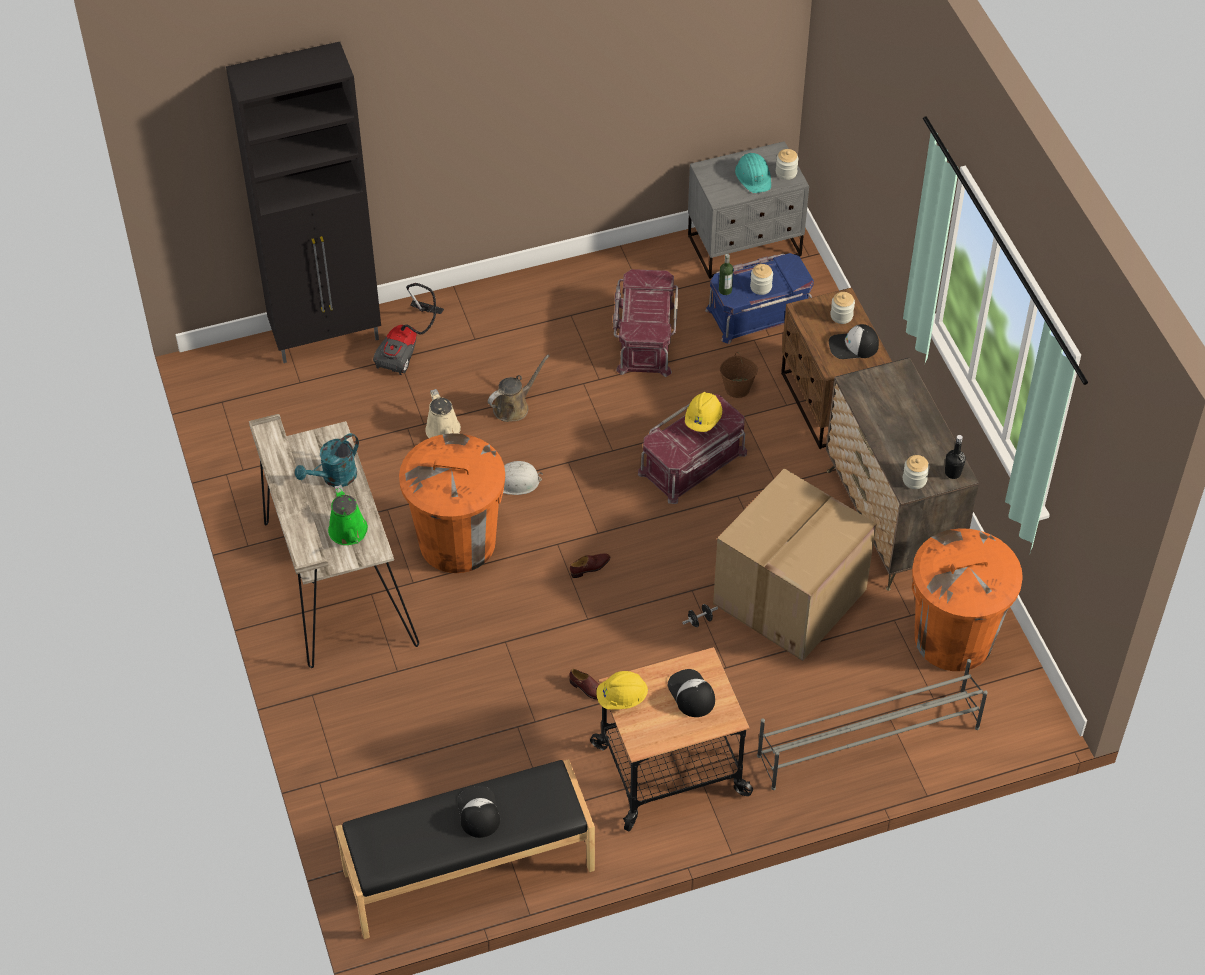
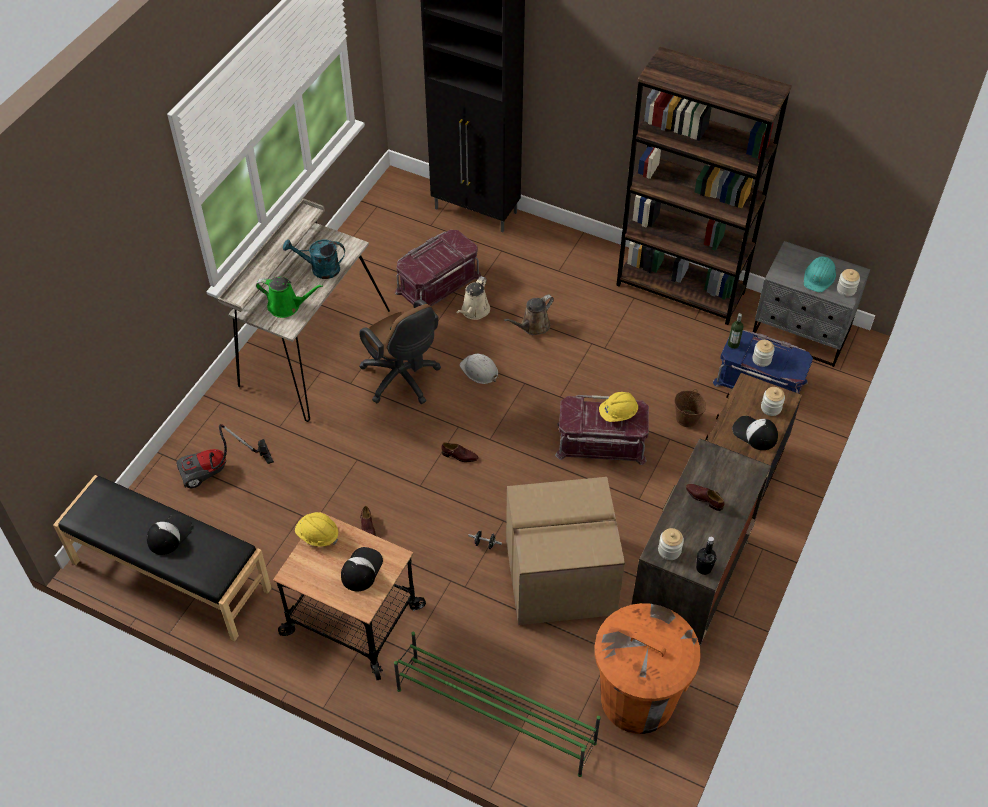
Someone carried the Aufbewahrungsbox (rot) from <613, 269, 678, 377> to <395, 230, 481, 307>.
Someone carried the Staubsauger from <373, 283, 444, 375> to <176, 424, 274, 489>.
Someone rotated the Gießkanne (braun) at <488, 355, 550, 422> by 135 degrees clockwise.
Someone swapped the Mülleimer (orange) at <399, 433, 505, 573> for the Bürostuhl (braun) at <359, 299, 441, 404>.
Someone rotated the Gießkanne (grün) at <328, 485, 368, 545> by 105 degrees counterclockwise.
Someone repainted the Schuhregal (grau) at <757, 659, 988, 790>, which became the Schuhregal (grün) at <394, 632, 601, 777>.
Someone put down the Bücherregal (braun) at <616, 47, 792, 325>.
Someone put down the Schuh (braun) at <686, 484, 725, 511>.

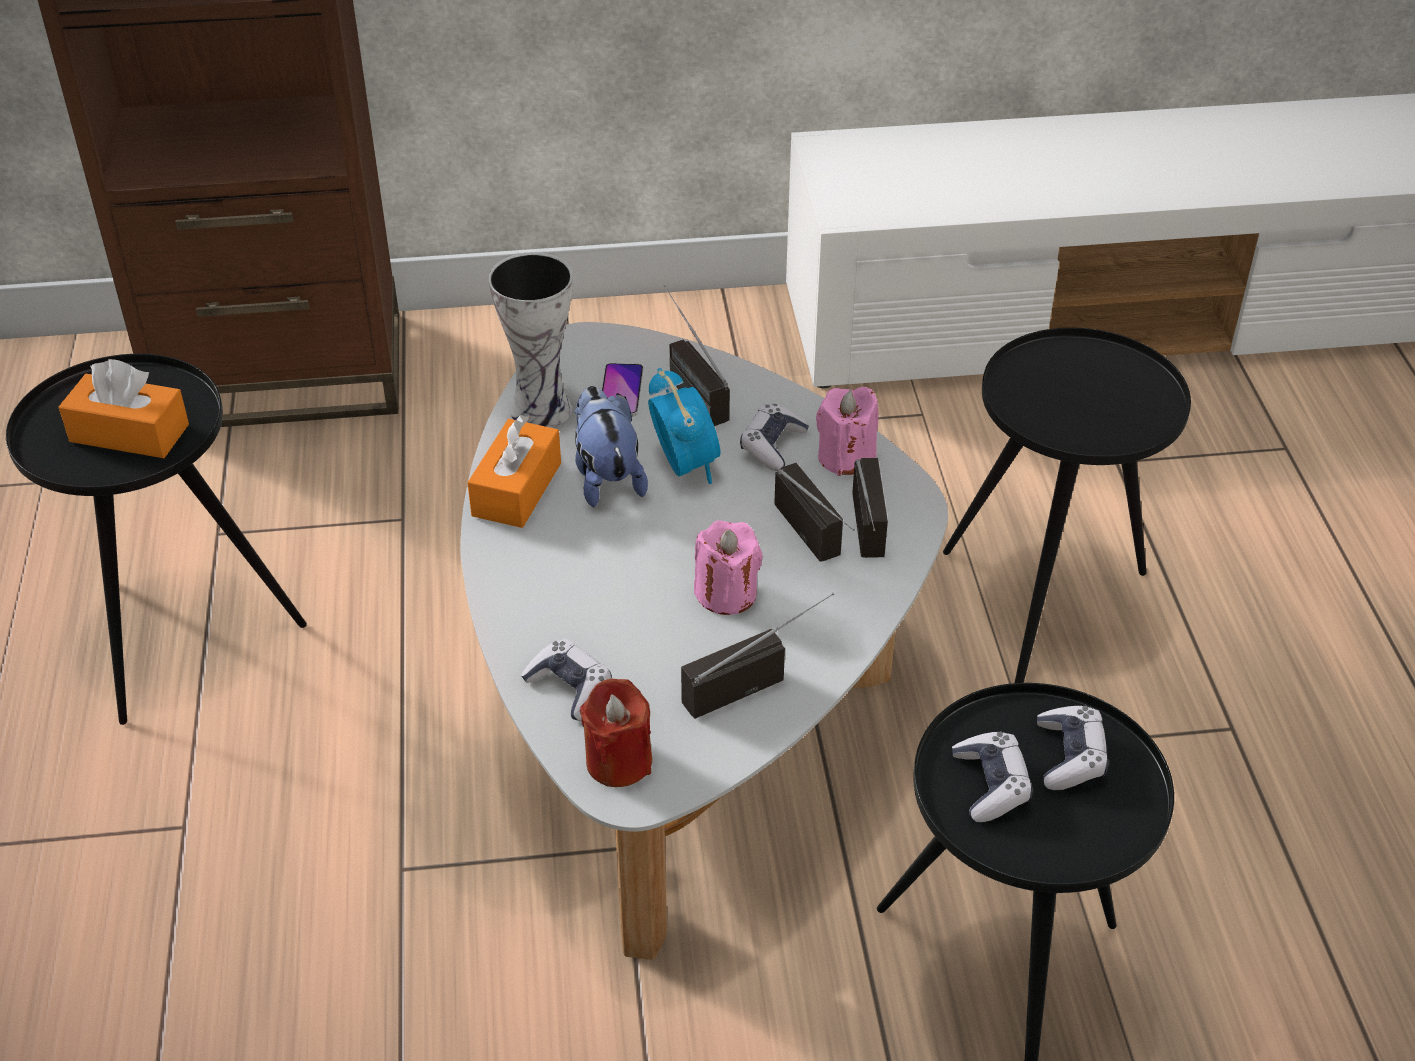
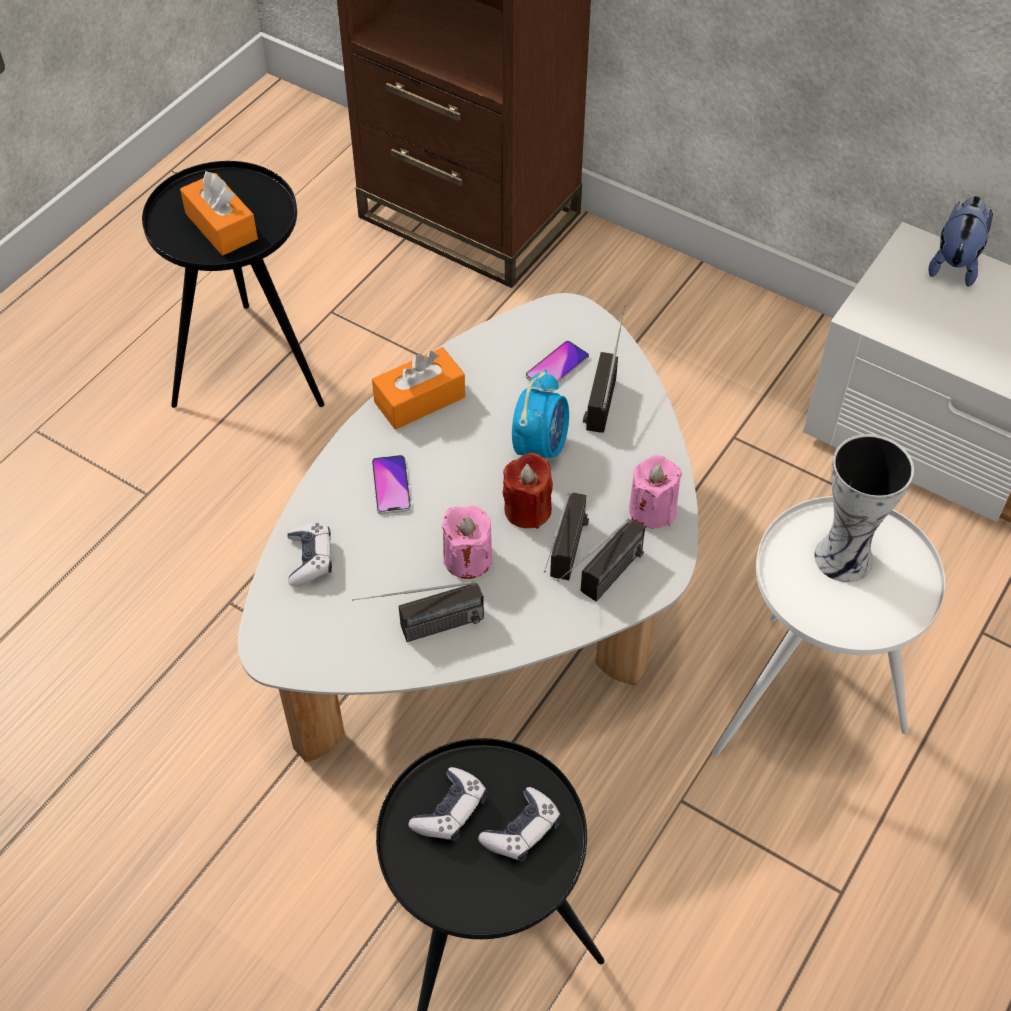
Someone carried the Vase from <488, 252, 573, 428> to <814, 434, 914, 582>.
Someone repainted the Beistelltisch (schwarz) at <943, 328, 1191, 683>, which became the Beistelltisch (weiß) at <712, 496, 946, 756>.
Someone carried the Plüschtier from <574, 386, 648, 507> to <929, 196, 993, 287>.
Someone took away the Gamepad at <740, 404, 809, 471>.
Someone rotated the Radio at <681, 593, 834, 719> by 150 degrees clockwise.
Someone carried the Kerze (rot) from <580, 679, 652, 787> to <503, 453, 553, 529>.
Someone put down the Handy at <372, 455, 411, 514>.

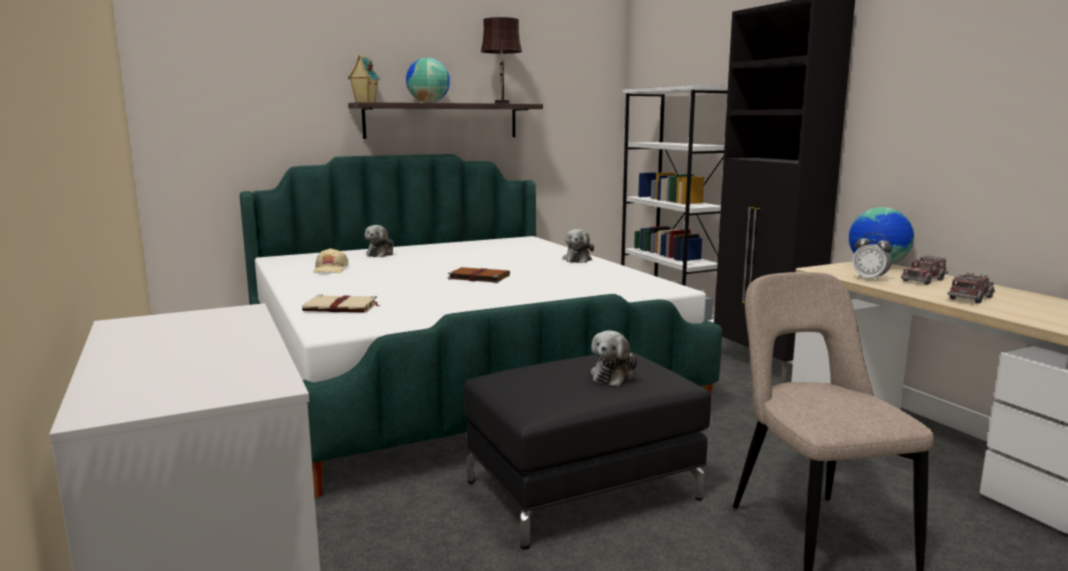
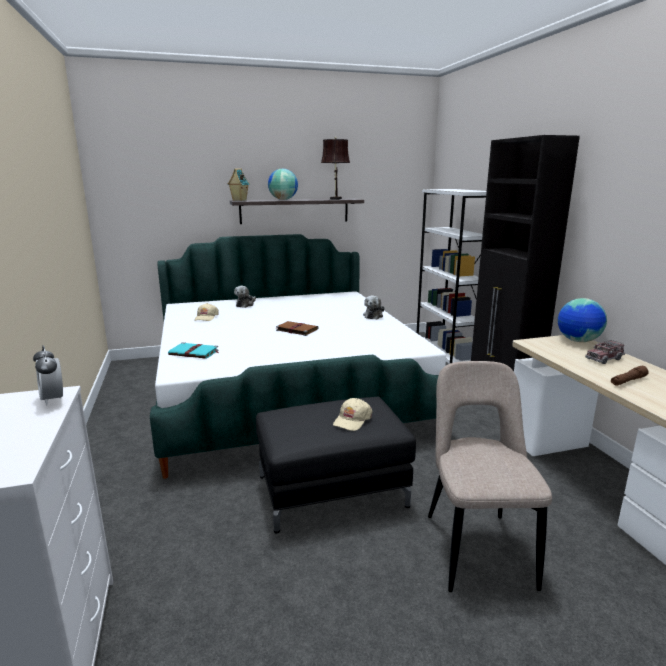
Someone carried the Wecker from <852, 233, 892, 281> to <33, 345, 63, 406>.
Someone swapped the Spielzeuglaster at <947, 272, 995, 304> for the Taschenlampe (braun) at <611, 366, 649, 386>.
Someone repainted the Buch (beige) at <302, 295, 380, 313>, which became the Buch (türkis) at <168, 342, 219, 359>.
Someone swapped the Plüschtier at <591, 330, 638, 387> for the Kappe (beige) at <333, 398, 373, 431>.

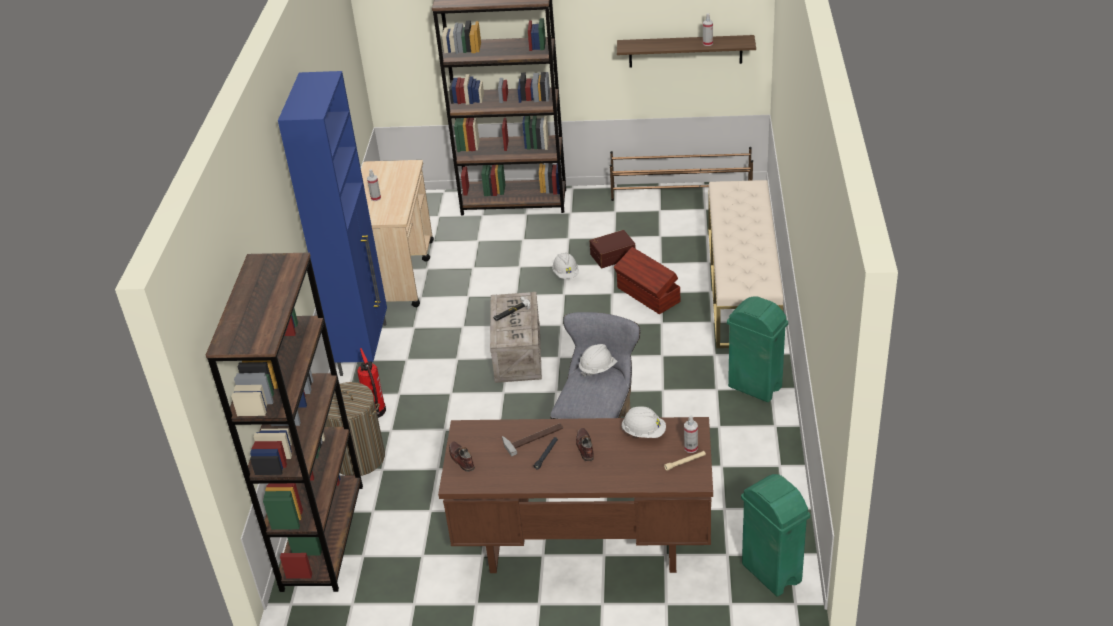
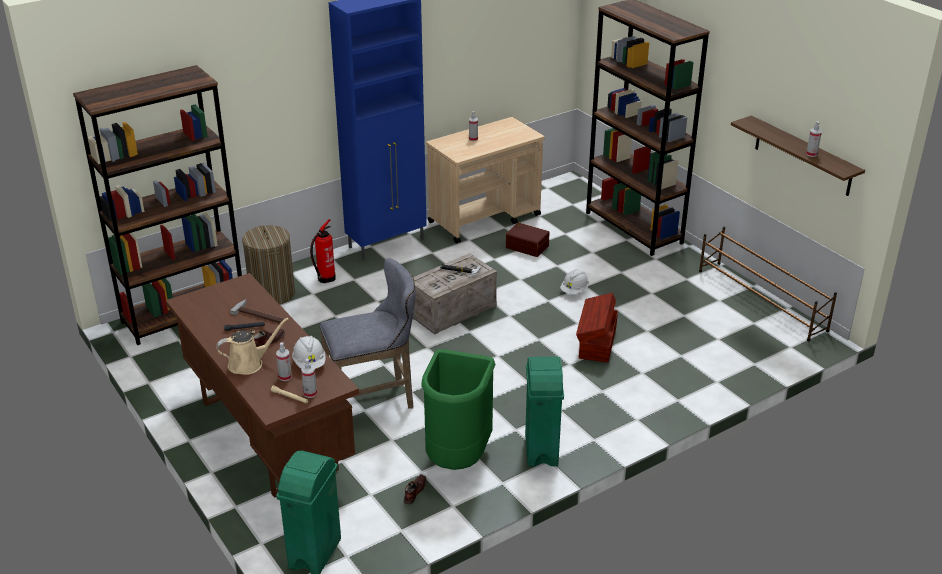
Someone took away the Bank (beige) at <708, 180, 783, 348>.
Someone carried the Aufbewahrungsbox (braun) from <590, 230, 636, 268> to <506, 222, 550, 257>.
Someone took away the Schutzhelm (weiß) at <579, 344, 618, 377>.
Someone carried the Schuh (braun) from <449, 442, 475, 472> to <404, 475, 427, 505>.
Someone put down the Gießkanne (beige) at <216, 318, 288, 375>.
Someone put down the Sprühflasche at <276, 342, 292, 381>.
Someone put down the Mülleimer (grün) at <421, 349, 496, 470>.

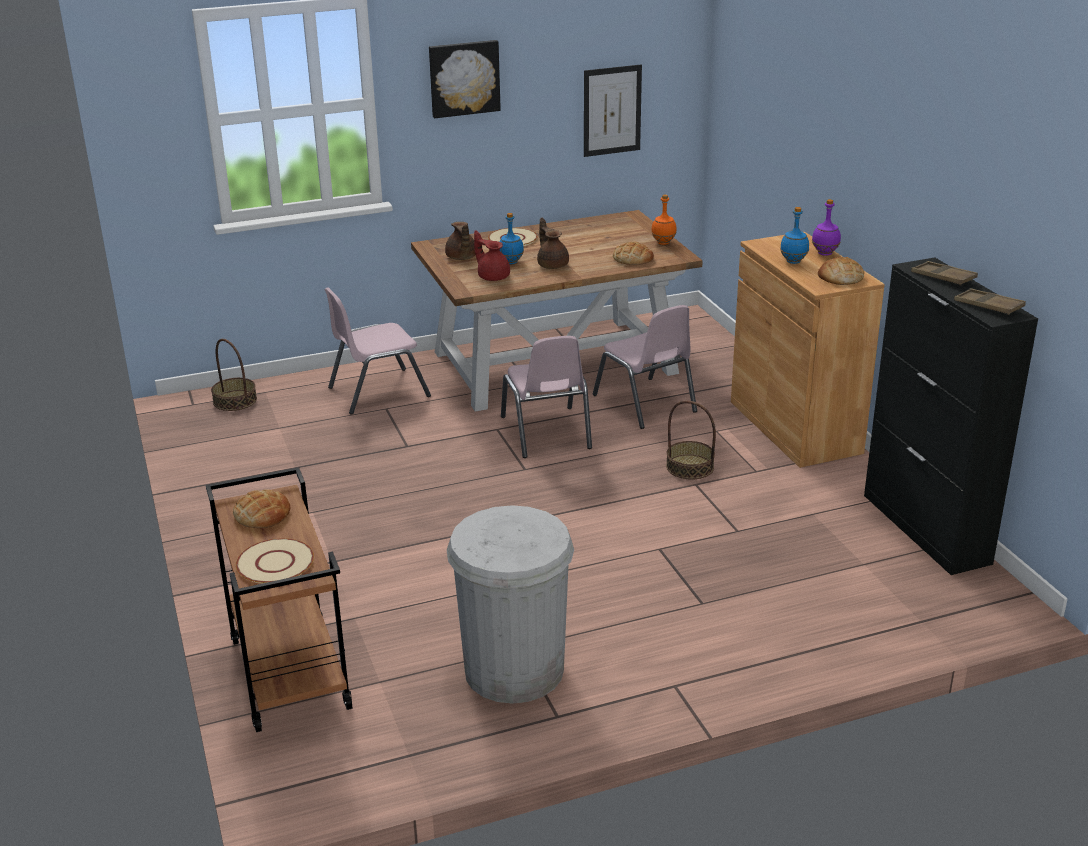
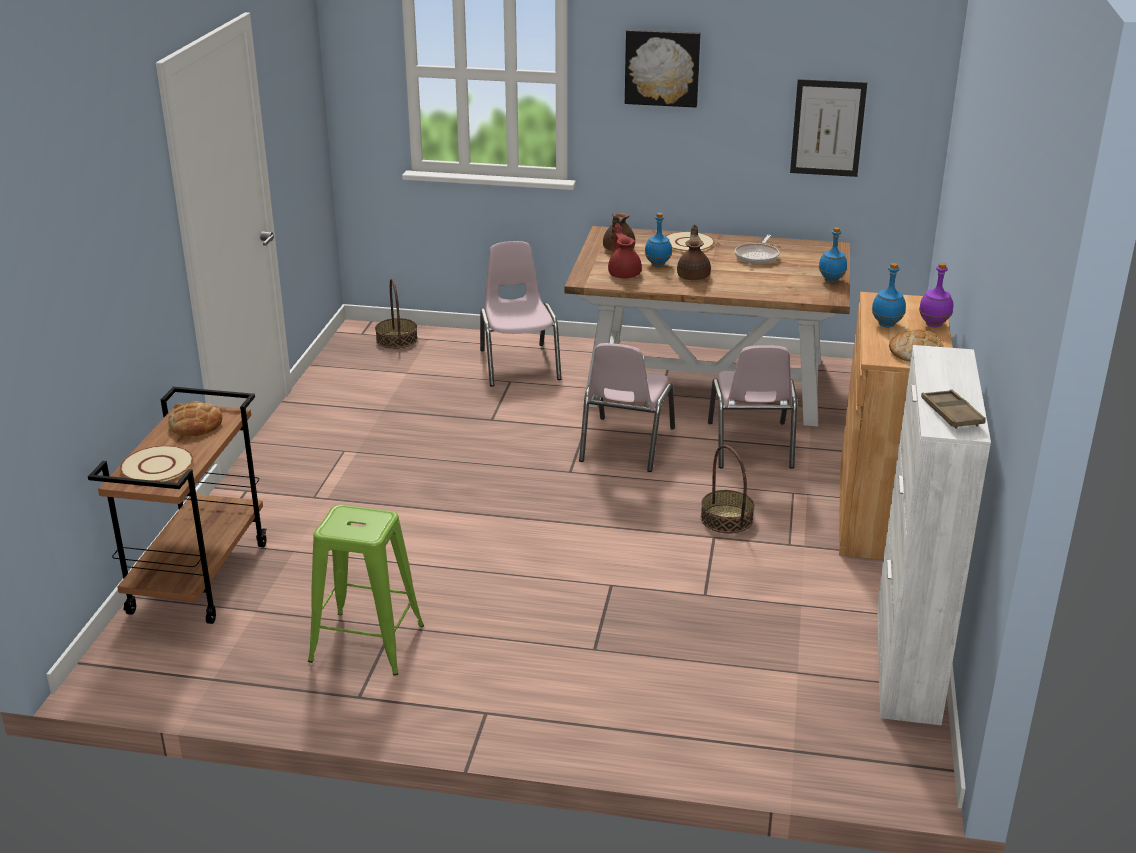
Someone repainted the Flasche (orange) at <651, 195, 677, 245>, which became the Flasche (blau) at <819, 227, 847, 283>.
Someone took away the Brot at <613, 242, 654, 265>.
Someone repainted the Schrank (schwarz) at <864, 258, 1038, 575>, which became the Schrank (weiß) at <877, 345, 991, 725>.
Someone took away the Tablett (braun) at <911, 261, 978, 286>.
Someone rotated the Stuhl (rosa) at <325, 287, 431, 415> by 75 degrees clockwise.
Someone swapped the Mülleimer (weiß) at <447, 505, 574, 704> for the Hocker (grün) at <308, 504, 424, 676>.
Someone put down the Pfanne at <735, 235, 780, 264>.

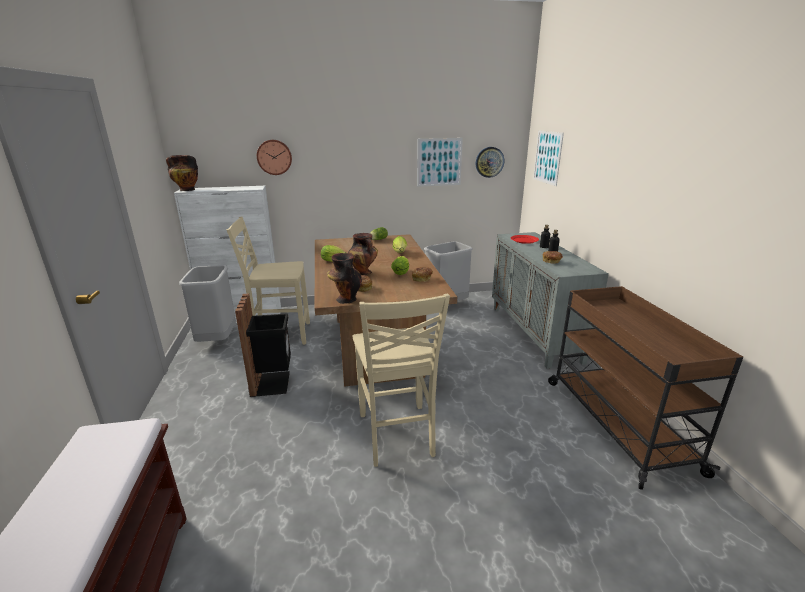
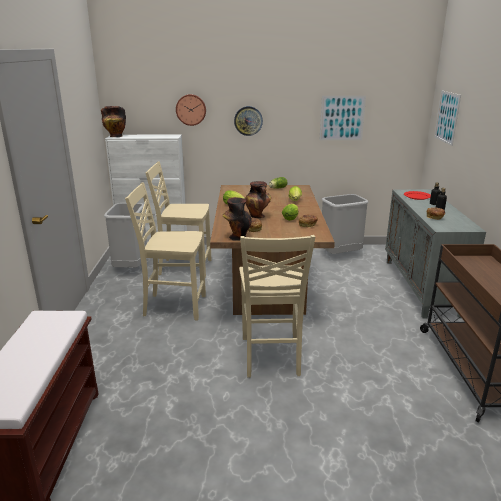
Someone carried the Wanduhr from <476, 147, 504, 178> to <234, 106, 263, 136>.
Someone swapped the Mülleimer (schwarz) at <235, 293, 291, 397> for the Stuhl (beige) at <125, 182, 206, 320>.

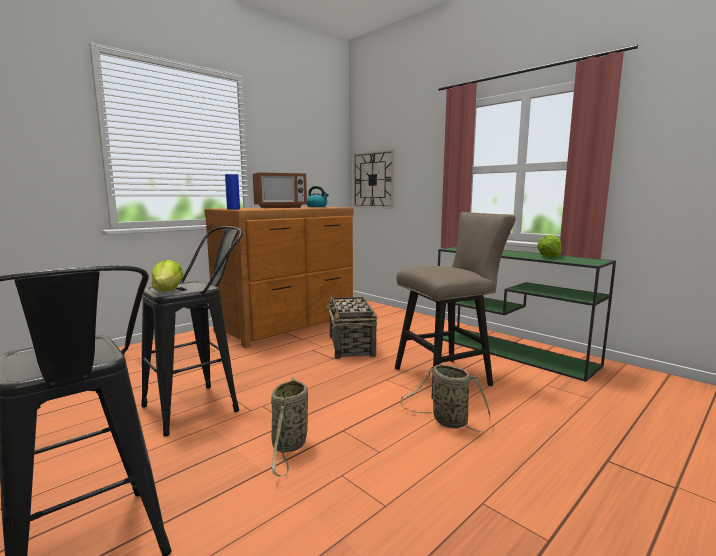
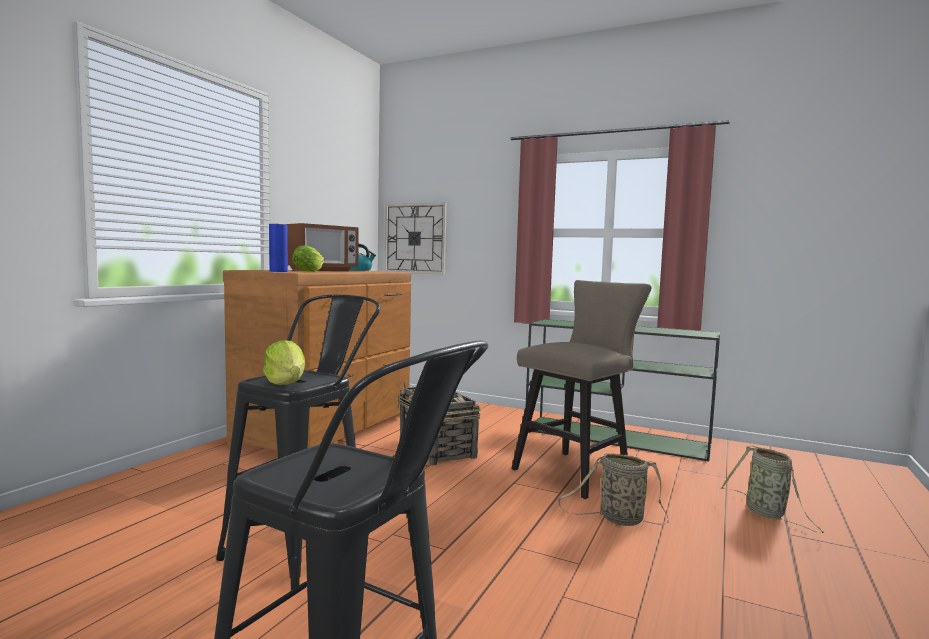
Someone carried the Salatkopf from <537, 235, 561, 257> to <292, 245, 325, 272>.
Someone carried the Korb from <271, 377, 308, 476> to <720, 446, 824, 533>.

